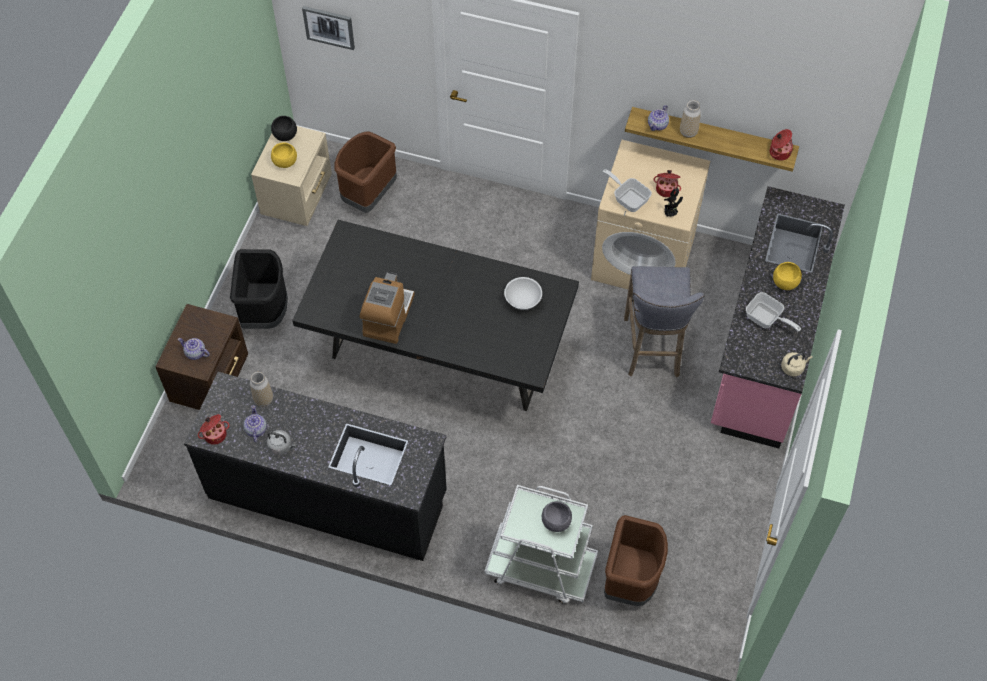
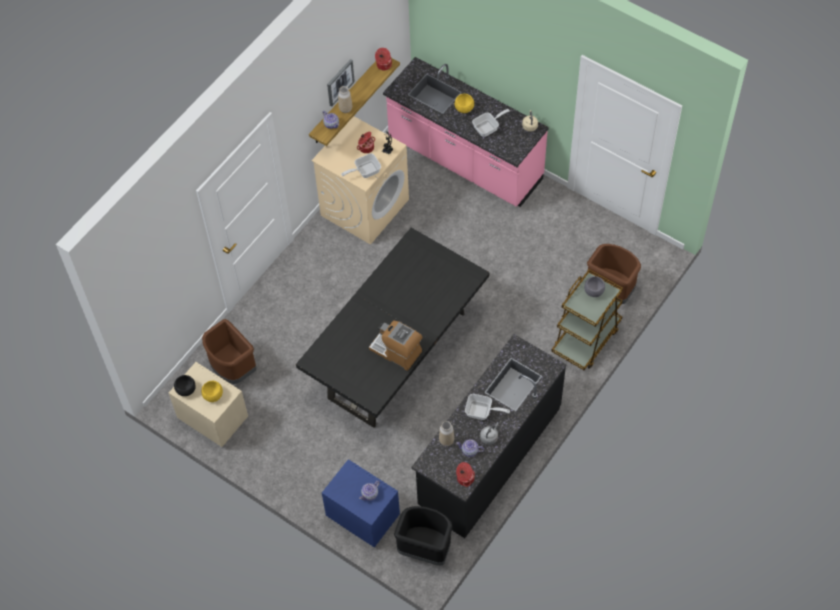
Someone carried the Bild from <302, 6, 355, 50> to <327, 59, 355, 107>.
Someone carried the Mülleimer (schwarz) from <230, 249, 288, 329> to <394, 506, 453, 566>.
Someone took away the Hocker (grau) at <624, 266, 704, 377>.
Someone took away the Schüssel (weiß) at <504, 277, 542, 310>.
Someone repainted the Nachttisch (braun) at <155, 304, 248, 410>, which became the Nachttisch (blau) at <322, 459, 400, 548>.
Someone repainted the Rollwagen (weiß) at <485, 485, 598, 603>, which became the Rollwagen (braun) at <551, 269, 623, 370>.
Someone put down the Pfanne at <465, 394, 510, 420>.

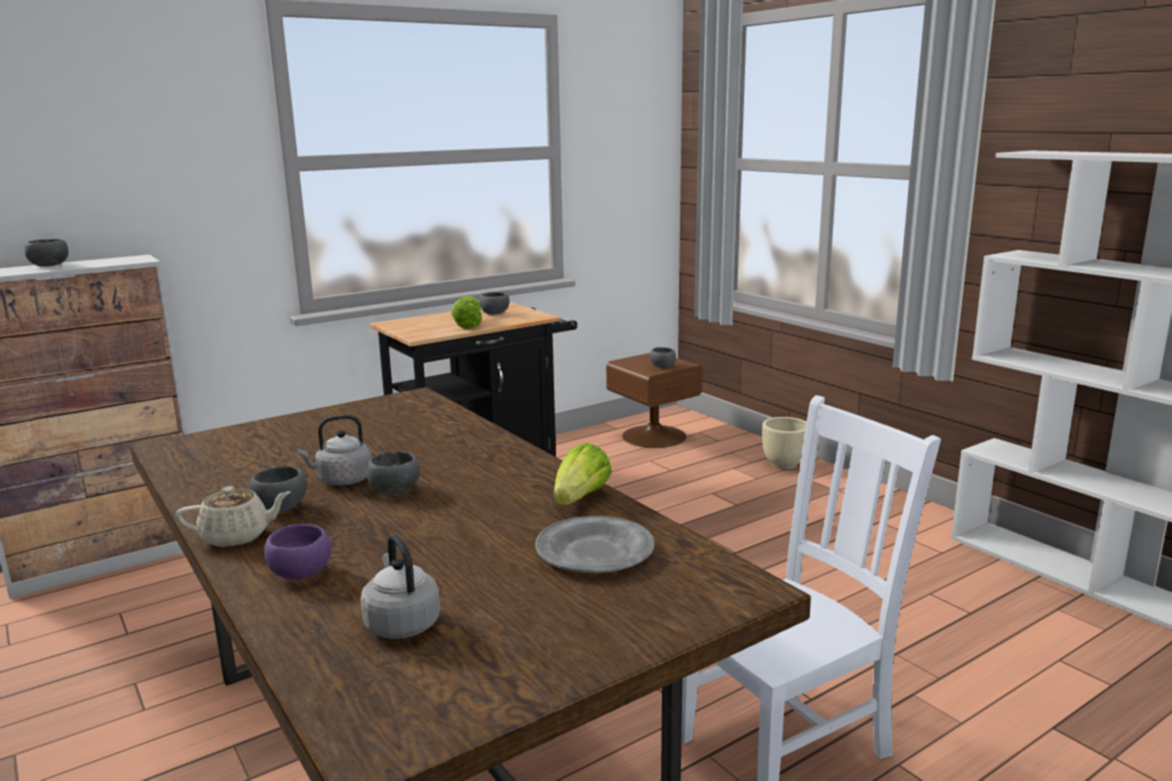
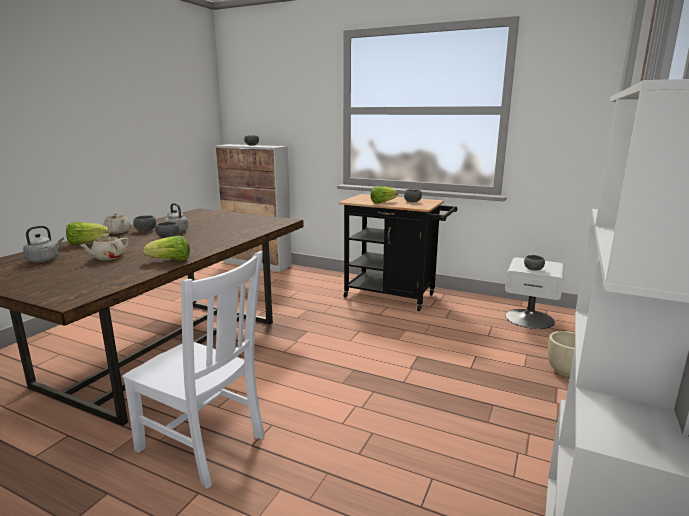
Someone repainted the Nachttisch (braun) at <606, 353, 703, 448>, which became the Nachttisch (weiß) at <505, 257, 564, 329>.
Someone took away the Teller (grau) at <535, 516, 654, 573>.
Someone swapped the Schüssel (lila) at <264, 524, 331, 579> for the Salatkopf at <66, 222, 110, 245>.
Someone put down the Teekanne (beige) at <79, 234, 129, 260>.

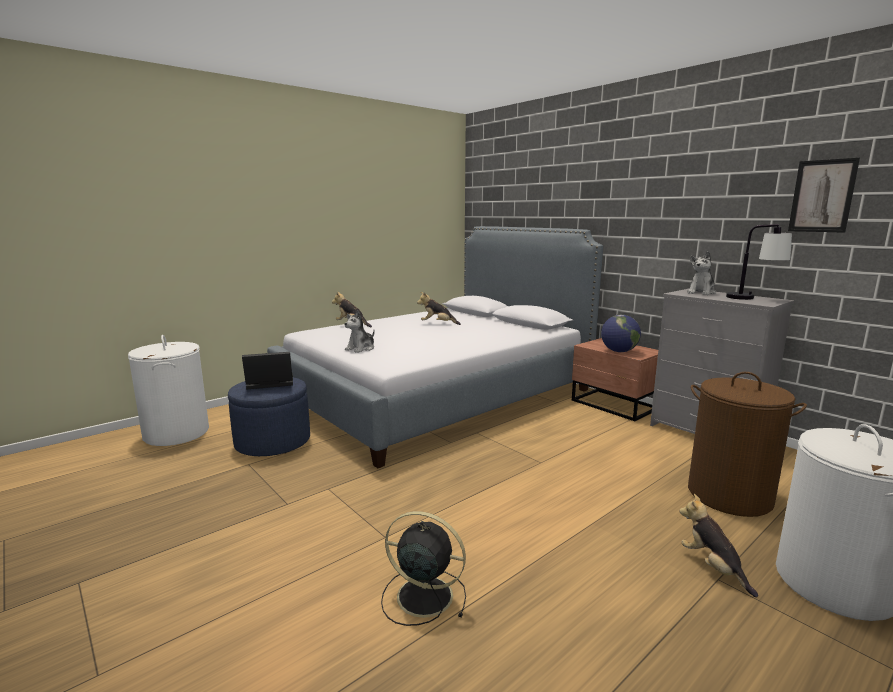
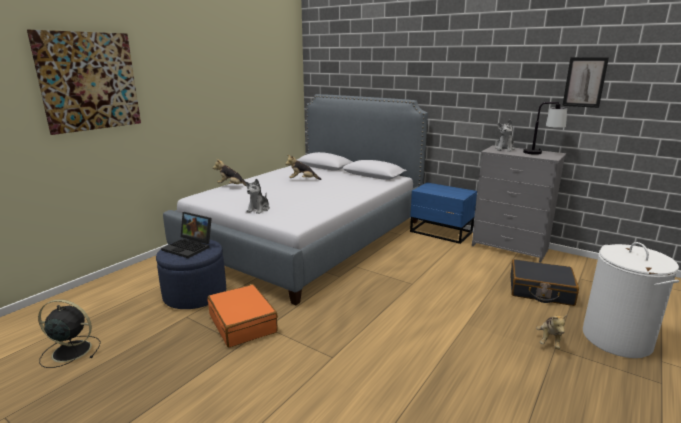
Someone took away the Globus at <601, 315, 641, 352>.
Someone took away the Wäschekorb (weiß) at <128, 335, 209, 446>.
Someone repainted the Nachttisch (braun) at <572, 338, 658, 421>, which became the Nachttisch (blau) at <410, 182, 477, 244>.
Someone rotated the Laptop at <242, 352, 293, 390> by 120 degrees counterclockwise.
Someone swapped the Wäschekorb (braun) at <688, 372, 807, 517> for the Koffer (schwarz) at <510, 259, 579, 306>.
Someone rotated the Plüschtier at <679, 494, 758, 597> by 120 degrees counterclockwise.
Someone carried the Ventilator (schwarz) from <381, 511, 466, 626> to <38, 299, 101, 368>.
Someone put up the Bild at <27, 30, 141, 135>.
Someone put down the Koffer (orange) at <208, 284, 278, 348>.

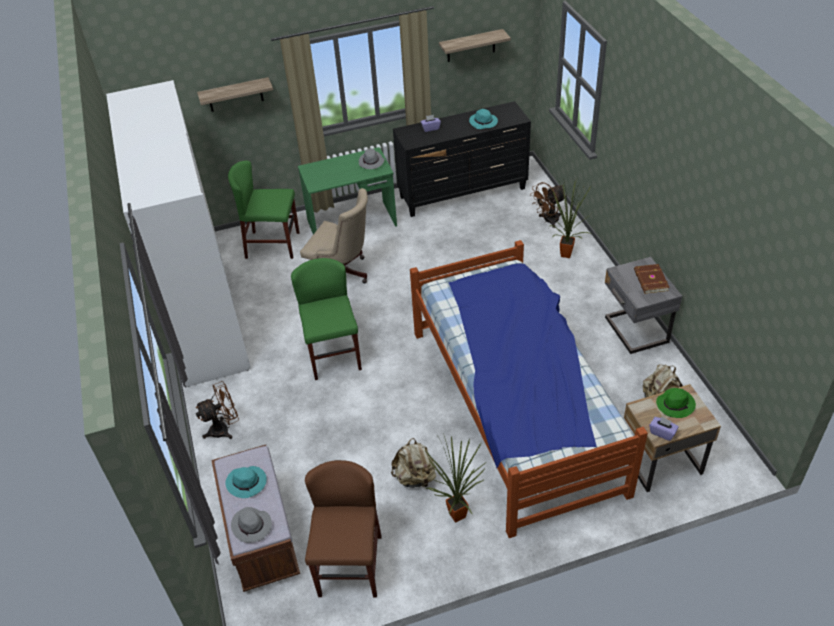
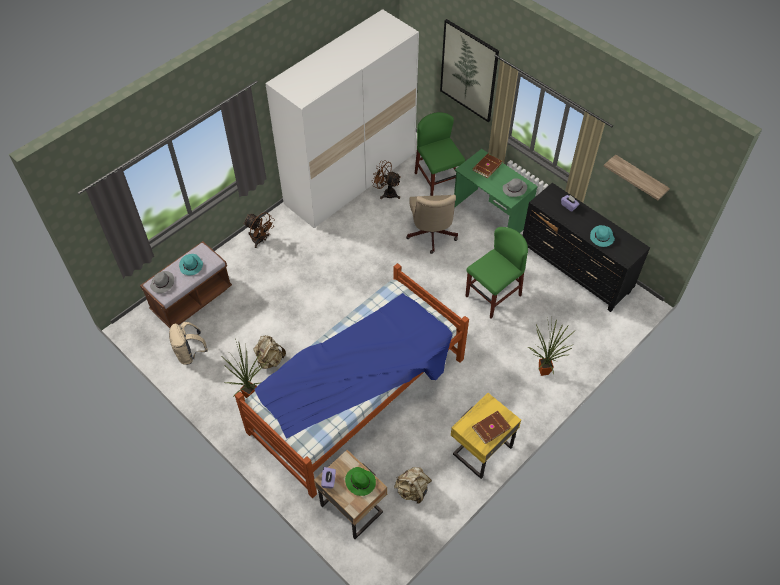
Someone swapped the Wandregal at <197, 77, 273, 112> for the Bild at <440, 19, 499, 122>.
Someone carried the Ventilator (braun) from <531, 182, 566, 228> to <372, 160, 400, 199>.
Someone repainted the Nachttisch (grau) at <605, 257, 682, 354>, which became the Nachttisch (gelb) at <451, 393, 521, 479>.
Someone carried the Stuhl (grün) from <291, 258, 362, 380> to <466, 227, 528, 319>.
Someone swapped the Stuhl (braun) at <305, 460, 381, 598> for the Rucksack (beige) at <169, 322, 208, 365>.
Someone put down the Buch (braun) at <473, 153, 502, 178>.

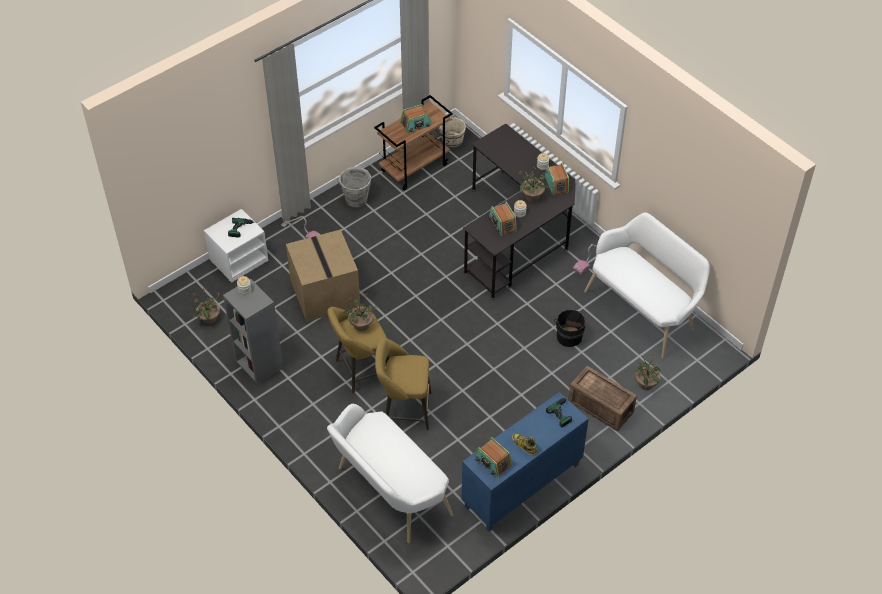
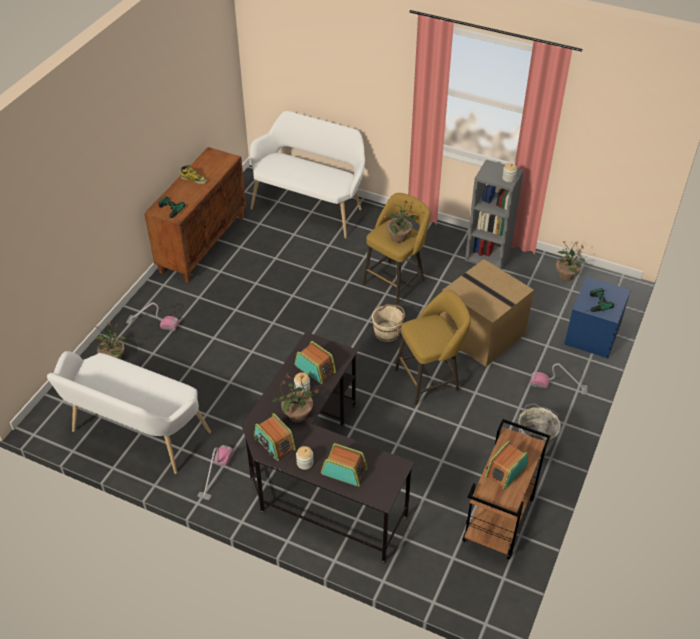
Someone carried the Eimer (beige) from <439, 116, 466, 147> to <372, 304, 405, 342>.
Someone repainted the Nachttisch (weiß) at <204, 209, 269, 282>, which became the Nachttisch (blau) at <564, 277, 631, 358>.
Someone took away the Eimer (schwarz) at <554, 310, 586, 347>.
Someone carried the Hocker (gelb) from <375, 338, 432, 430> to <395, 290, 471, 405>.
Someone swapped the Kiste at <569, 366, 637, 431> for the Staubsauger at <126, 302, 180, 331>.
Someone repainted the Schrank (blau) at <462, 392, 588, 532>, which became the Schrank (braun) at <144, 147, 246, 283>.
Someone carried the Radio from <474, 437, 512, 478> to <321, 443, 368, 486>.

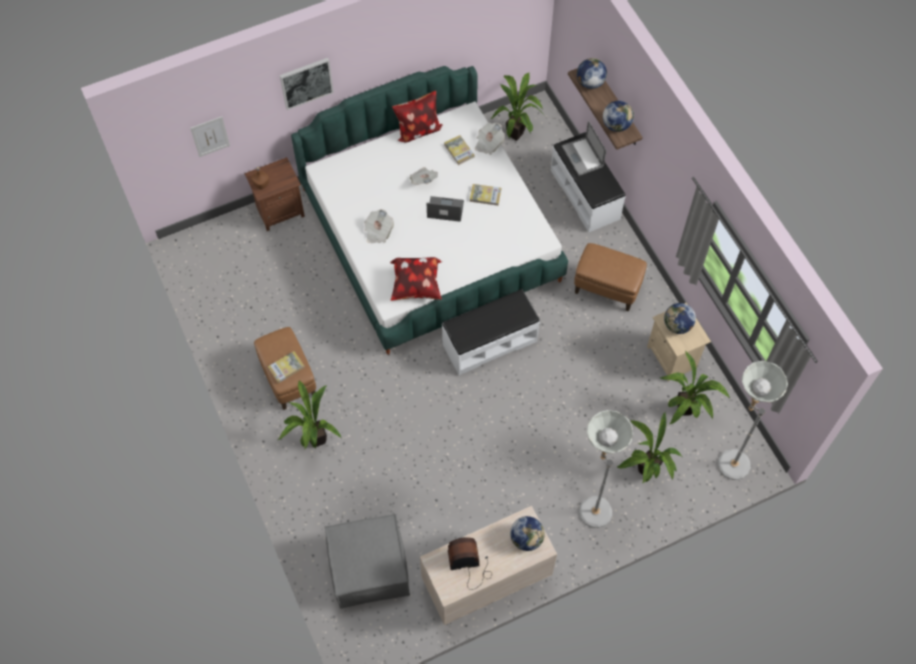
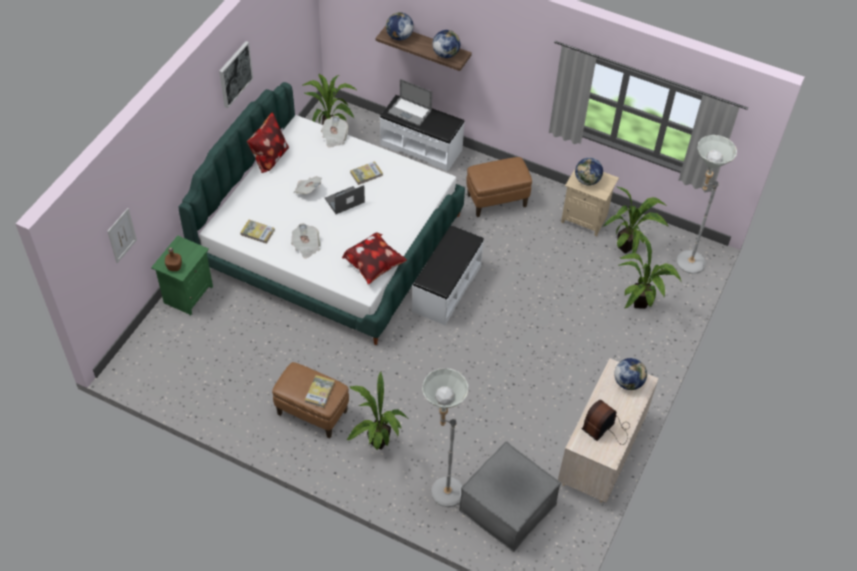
Someone carried the Bild from <280, 58, 334, 110> to <219, 41, 253, 109>.
Someone carried the Buch from <444, 135, 474, 165> to <240, 220, 275, 244>.
Someone repainted the Nachttisch (braun) at <244, 157, 305, 231>, which became the Nachttisch (grün) at <151, 235, 213, 316>.
Someone carried the Stehlampe (grau) from <579, 410, 633, 528> to <422, 368, 468, 507>.

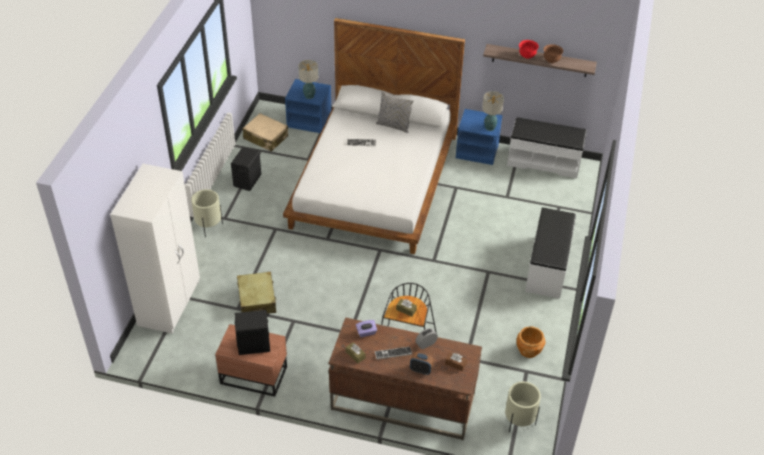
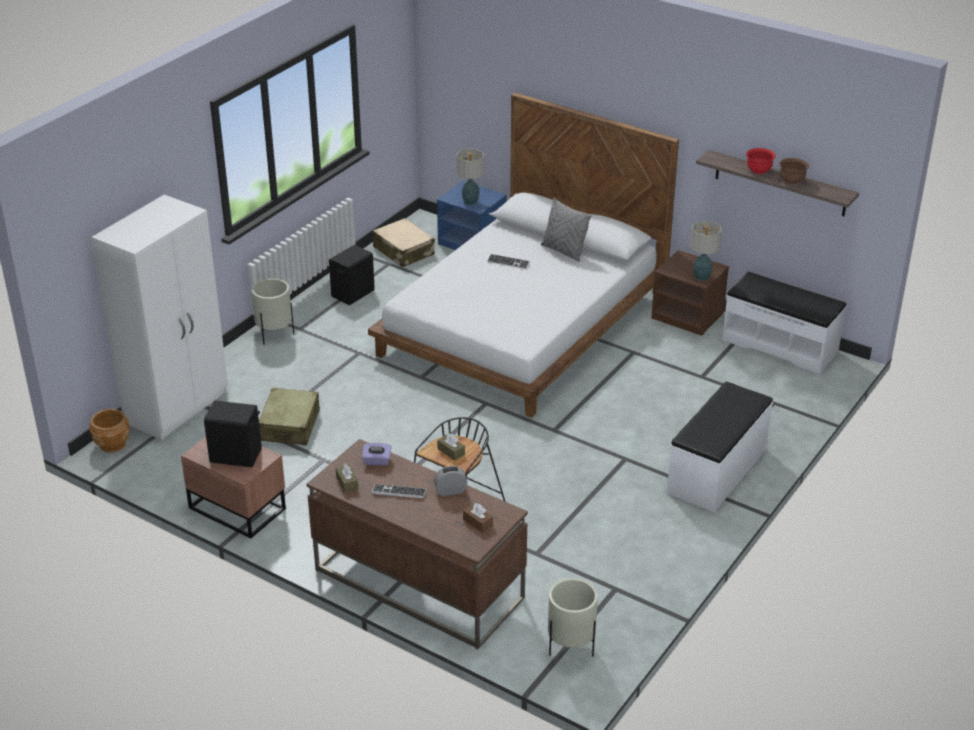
Someone repainted the Nachttisch (blau) at <456, 109, 503, 165>, which became the Nachttisch (braun) at <651, 250, 729, 336>.
Someone carried the Pflanzkübel (braun) from <516, 326, 546, 358> to <89, 409, 129, 452>.
Someone took away the Wecker at <410, 352, 434, 375>.

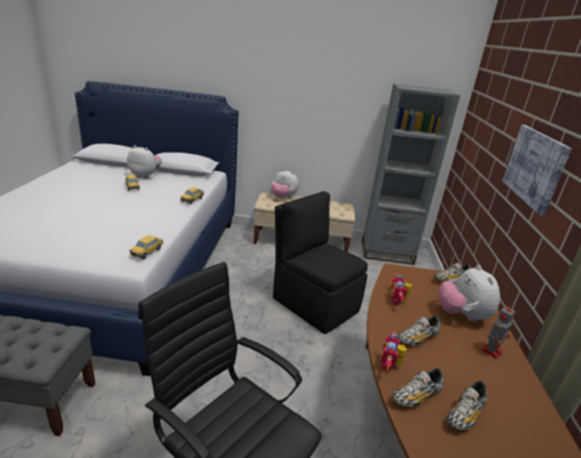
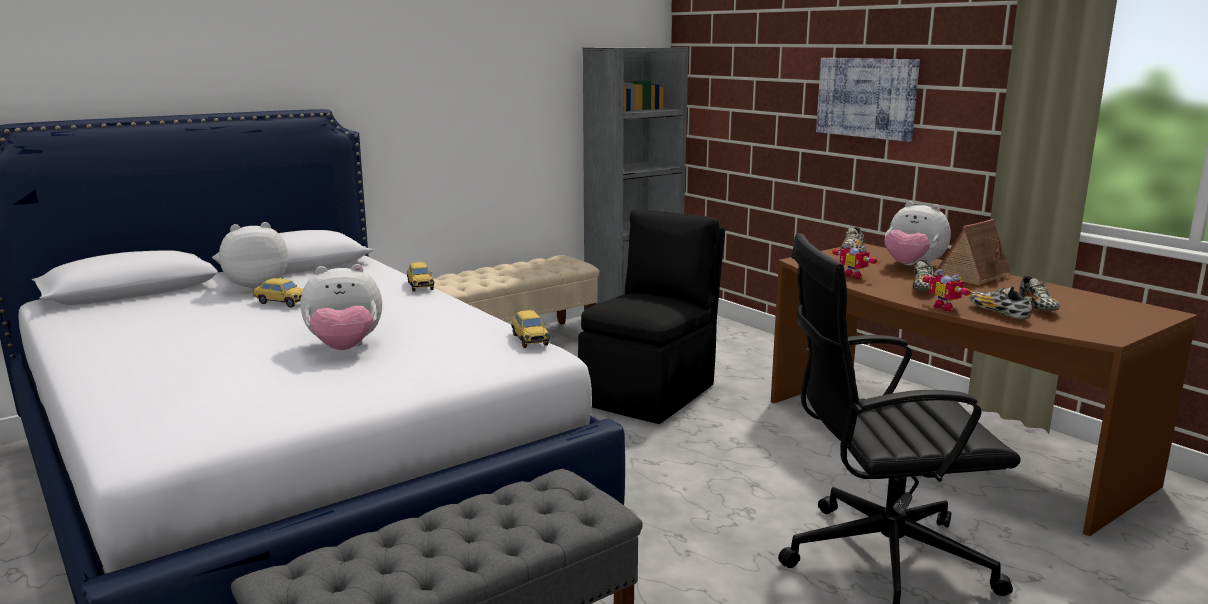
Someone carried the Plüschtier from <271, 169, 299, 198> to <300, 264, 382, 350>.
Someone rotated the Stuhl (schwarz) at <273, 191, 368, 334> by 120 degrees clockwise.
Someone swapped the Spielzeugroboter at <481, 304, 516, 359> for the Spielzeughaus at <937, 219, 1012, 285>.
Someone rotated the Schuh at <391, 368, 444, 407> by 135 degrees clockwise.

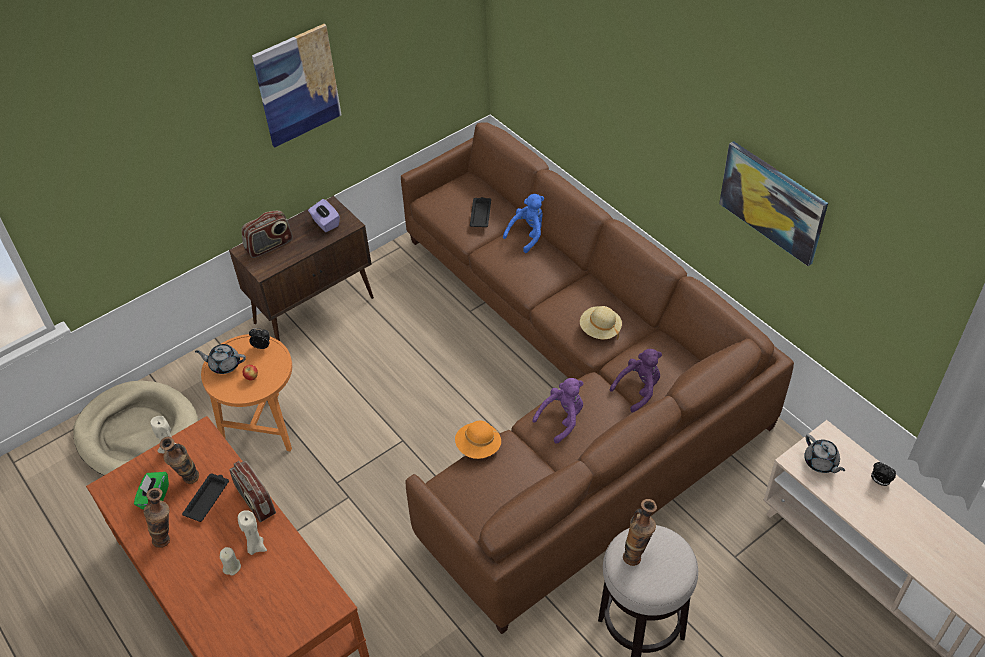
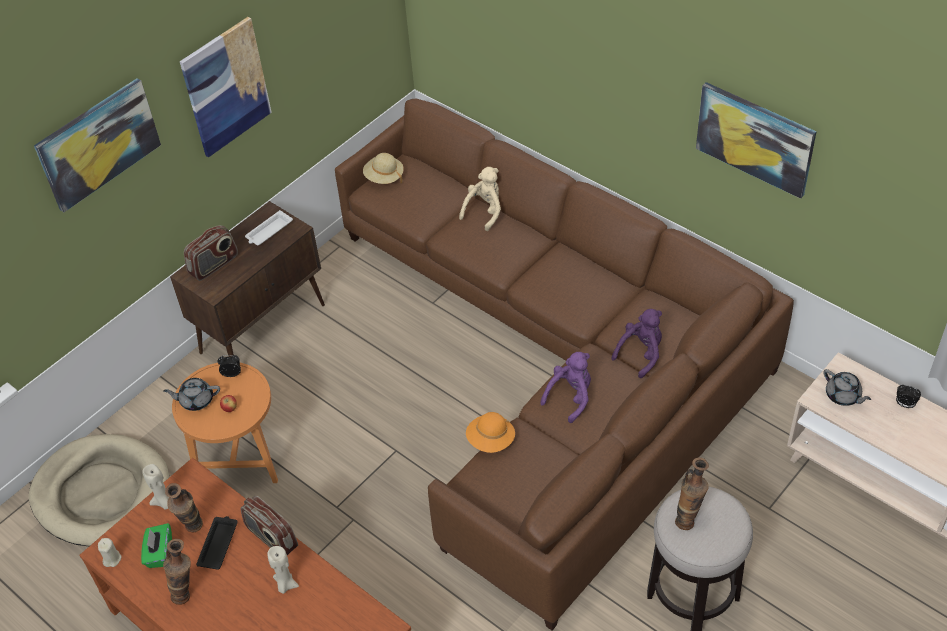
Someone repainted the Plüschtier (blau) at <503, 194, 544, 253>, which became the Plüschtier (beige) at <459, 167, 501, 231>.
Someone took away the Tablett (schwarz) at <470, 197, 491, 227>.
Someone swapped the Taschentuchbox (lila) at <308, 199, 340, 232> for the Tablett (weiß) at <245, 210, 293, 246>.
Someone carried the Hut (beige) from <580, 306, 622, 340> to <363, 153, 404, 184>.
Someone carried the Kerze (beige) from <220, 547, 241, 576> to <98, 538, 121, 567>.
Someone put up the Bild at <34, 78, 161, 212>.

